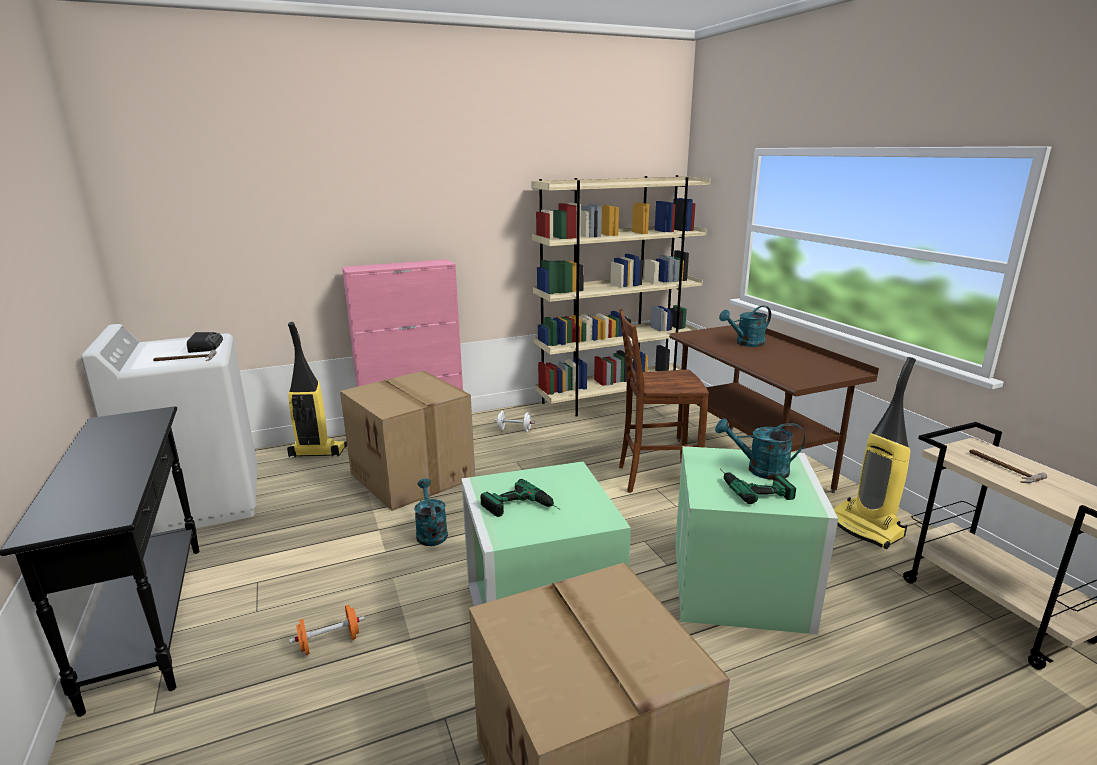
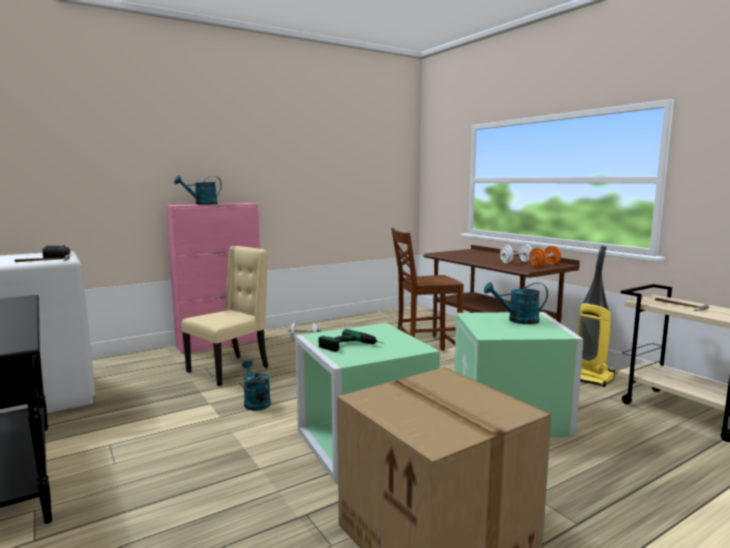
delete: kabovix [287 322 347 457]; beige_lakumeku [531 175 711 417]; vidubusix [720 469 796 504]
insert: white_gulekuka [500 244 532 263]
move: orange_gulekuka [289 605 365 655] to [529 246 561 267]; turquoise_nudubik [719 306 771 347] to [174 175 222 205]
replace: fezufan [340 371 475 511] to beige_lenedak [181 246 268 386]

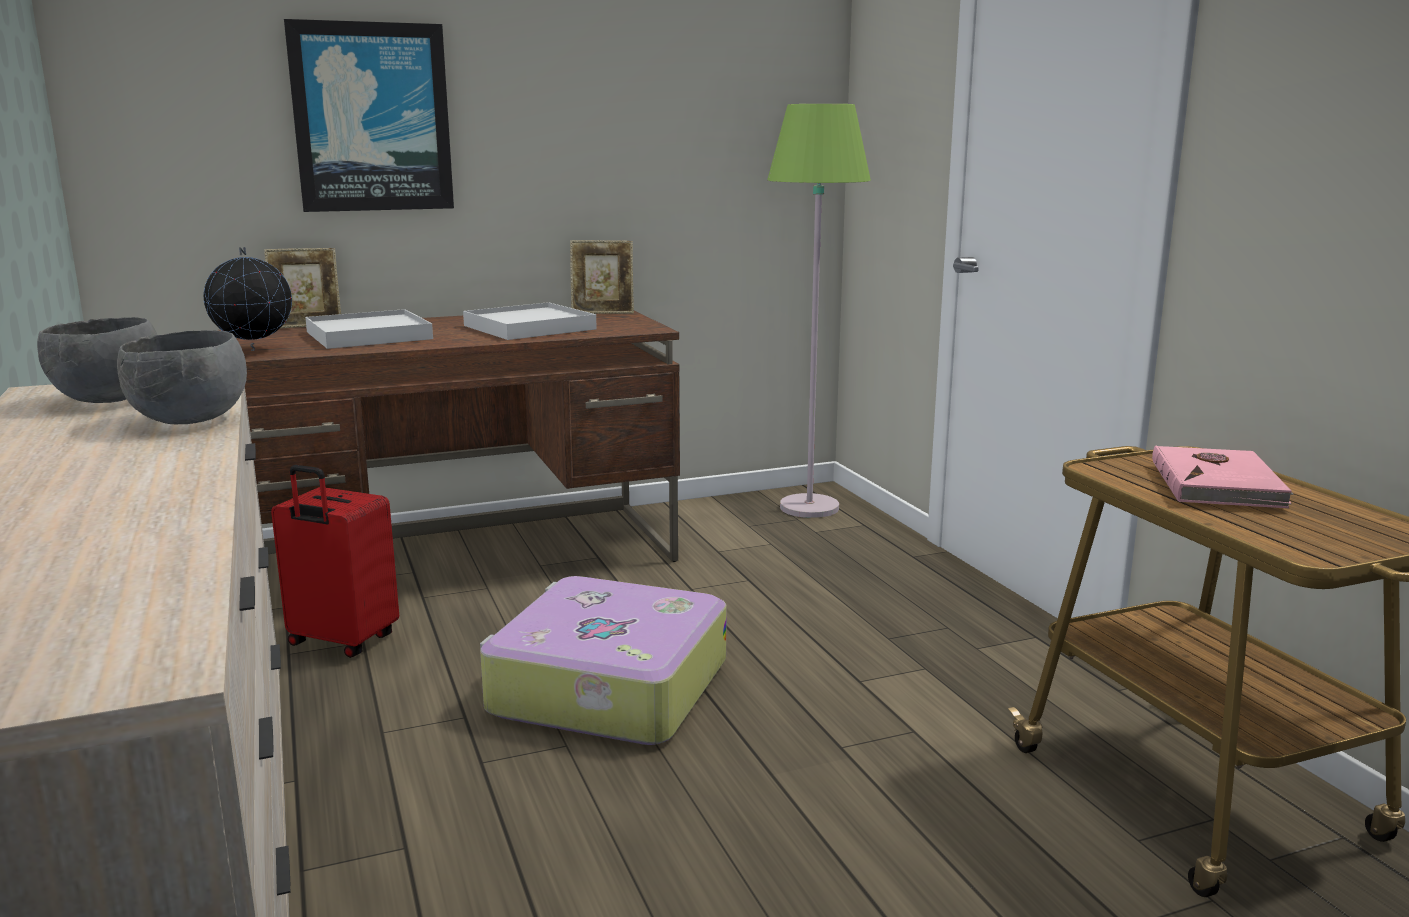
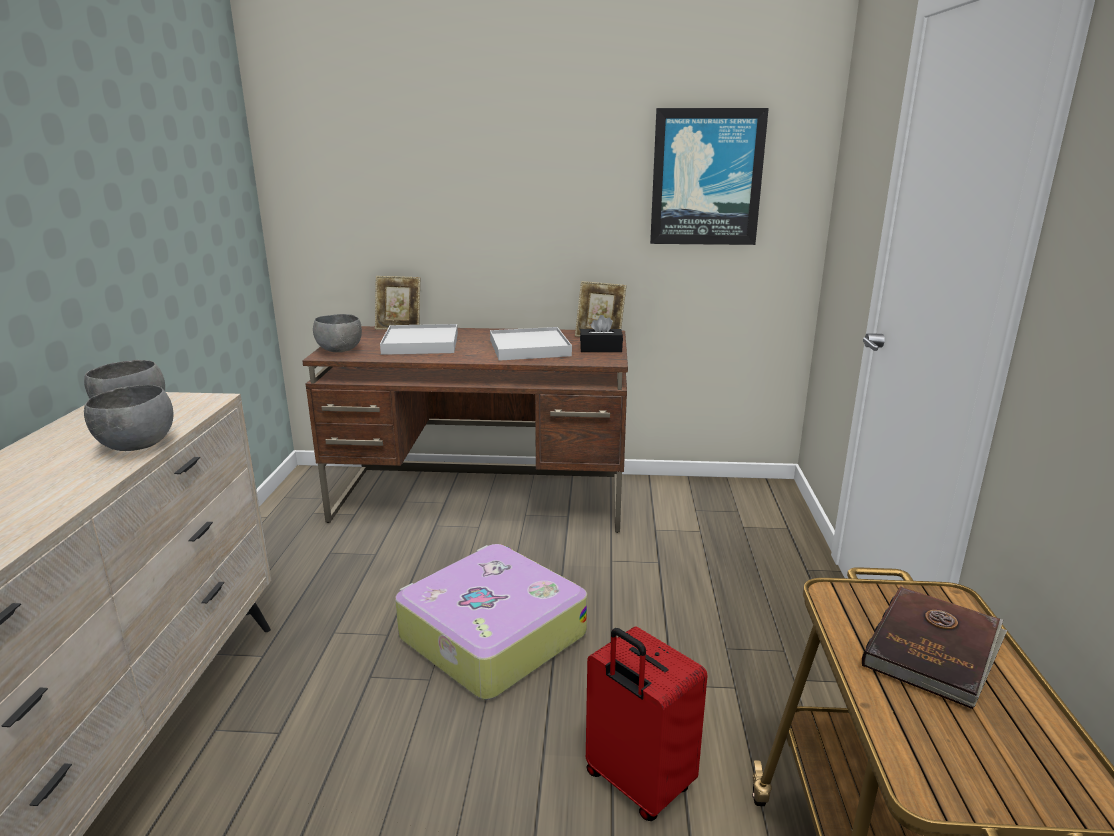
delete: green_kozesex [767 104 871 518]
insert: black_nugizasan [580 315 623 352]
move: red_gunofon [271 465 399 658] to [586 626 708 821]; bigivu [284 19 454 212] to [650 108 769 245]
replace: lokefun [204 247 292 351] to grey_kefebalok [313 314 362 352]
recolor: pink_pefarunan [1152 446 1294 508] to brown_pefarunan [862 586 1007 709]

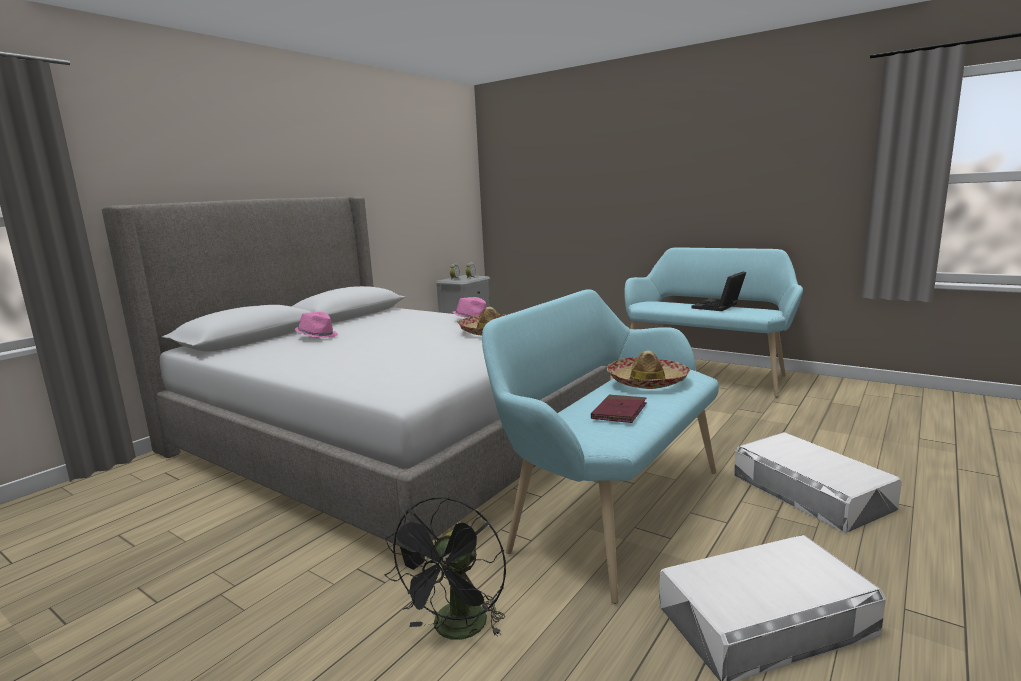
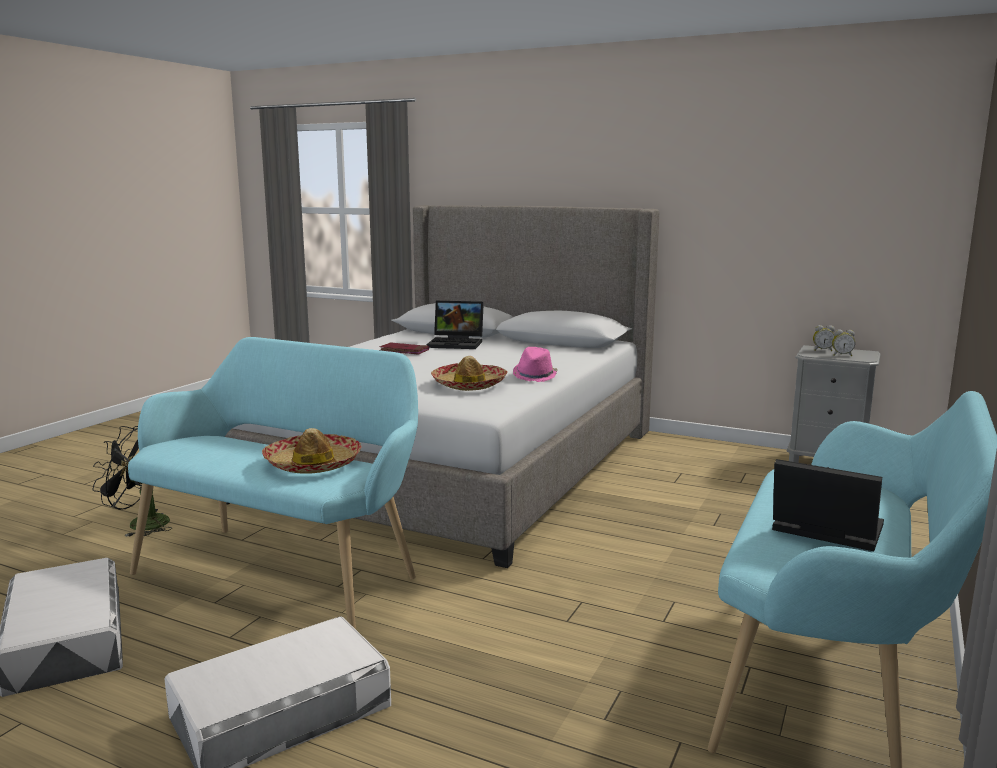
move: red_pefarunan [591 395 647 423] to [379 342 429 355]
replace: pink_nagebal [295 312 338 338] to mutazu [427 301 484 349]

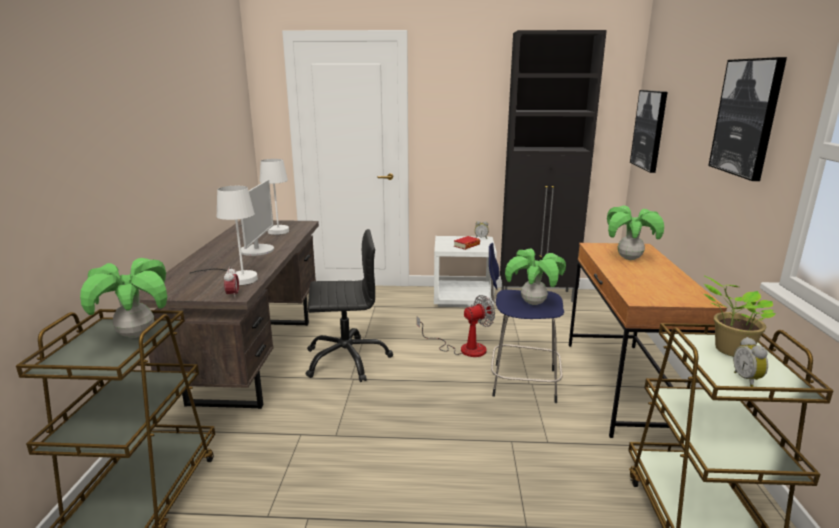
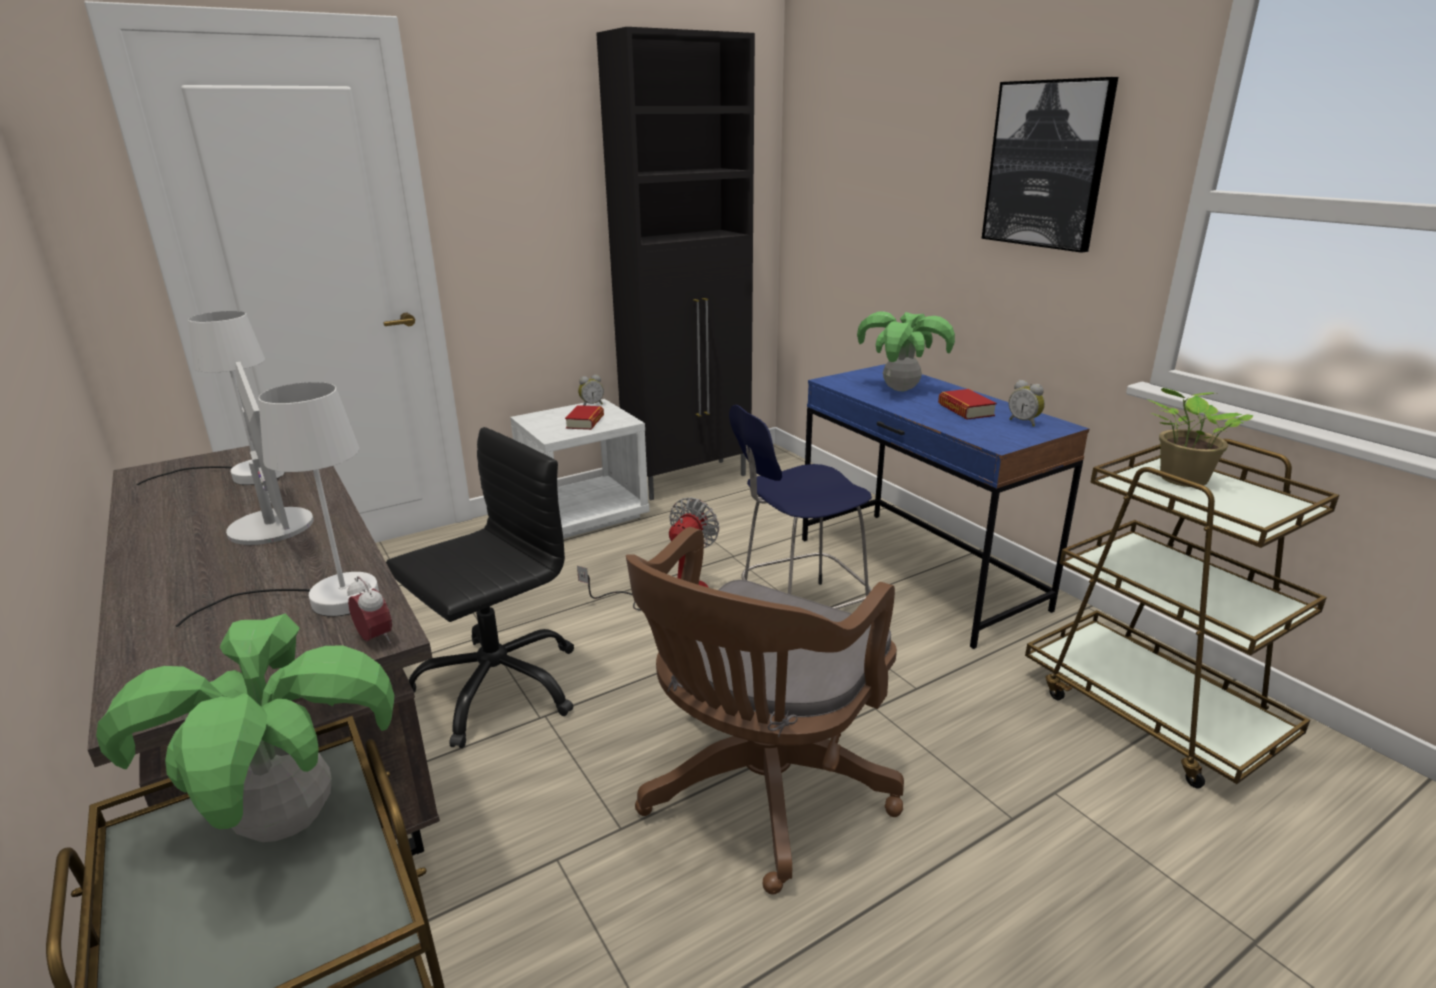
delete: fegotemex [505 248 566 305]; bigivu [630 90 667 173]
insert: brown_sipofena [626 527 904 895]; pefarunan [938 389 997 420]
move: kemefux [733 337 768 387] to [1009 380 1045 427]
recolor: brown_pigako [569 243 727 438] to blue_pigako [802 364 1089 649]

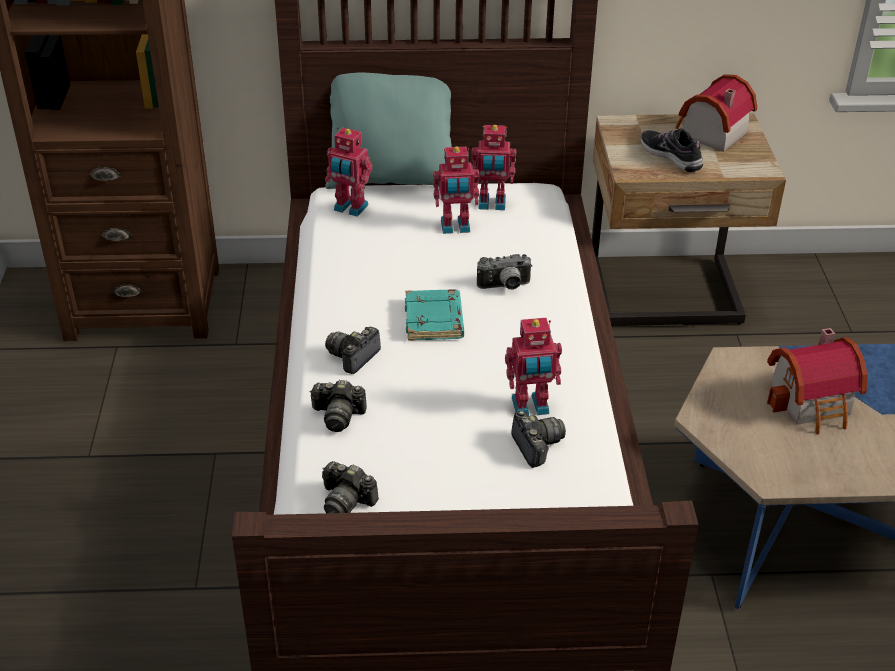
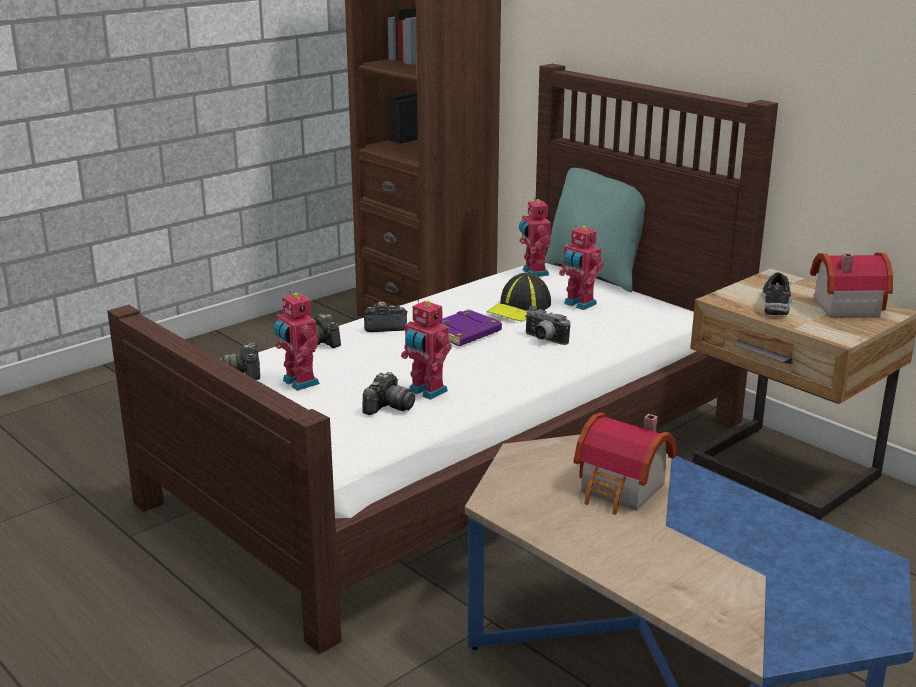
insert: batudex [487 273 551 322]
move: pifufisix [471 125 516 210] to [274 291 320 391]
recolor: turquoise_pefarunan [405 289 464 341] to purple_pefarunan [438 309 502 346]

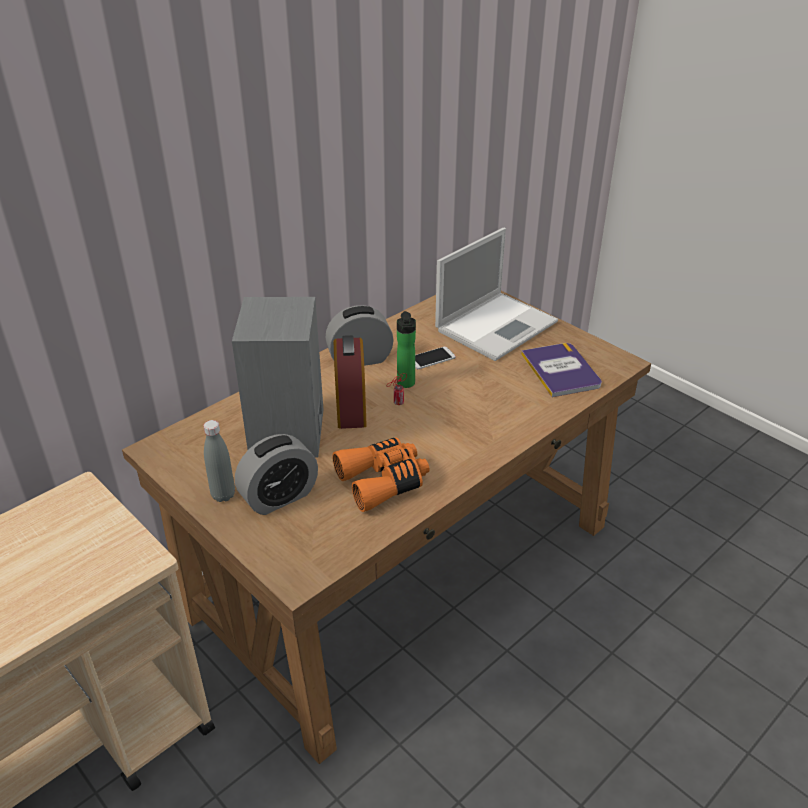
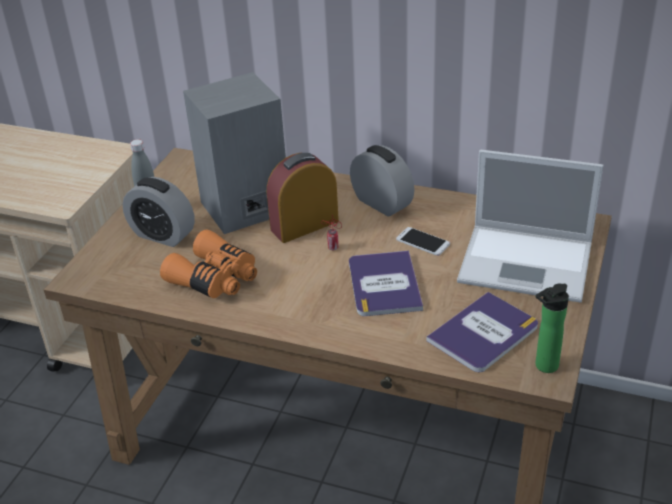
insert: pefarunan [349 250 423 316]
move: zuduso [397 311 416 388] to [535 284 569 373]

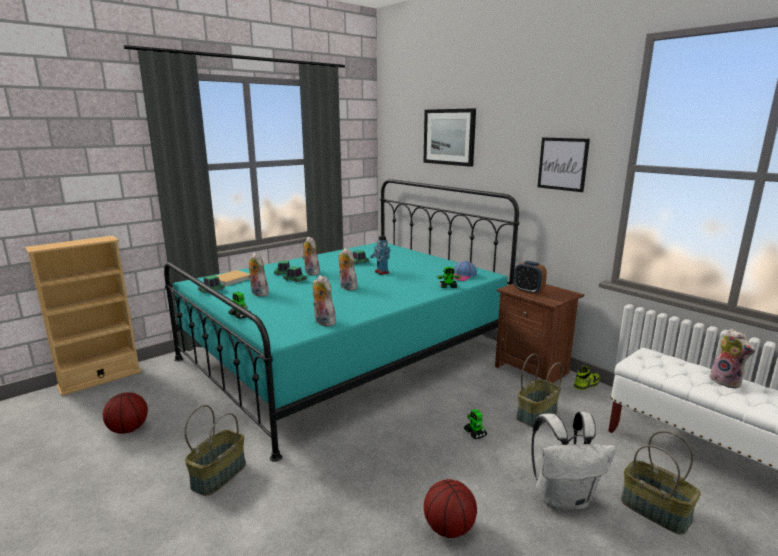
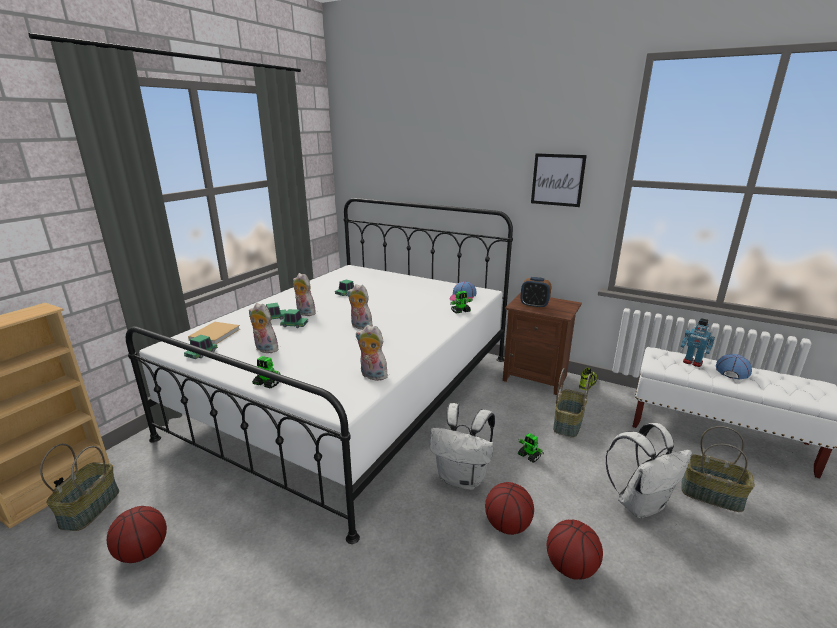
delete: bigivu [423 108 476 167]
insert: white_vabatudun [430 403 495 490]; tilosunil [485 482 534 535]
move: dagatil [184 405 246 496] to [40 444 119 531]; pifufisix [370 236 390 275] to [681 318 715 367]
replace: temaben [709 329 755 388] to batudex [716 354 752 379]
recolor: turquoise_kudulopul [164 179 519 462] to white_kudulopul [126 198 513 544]

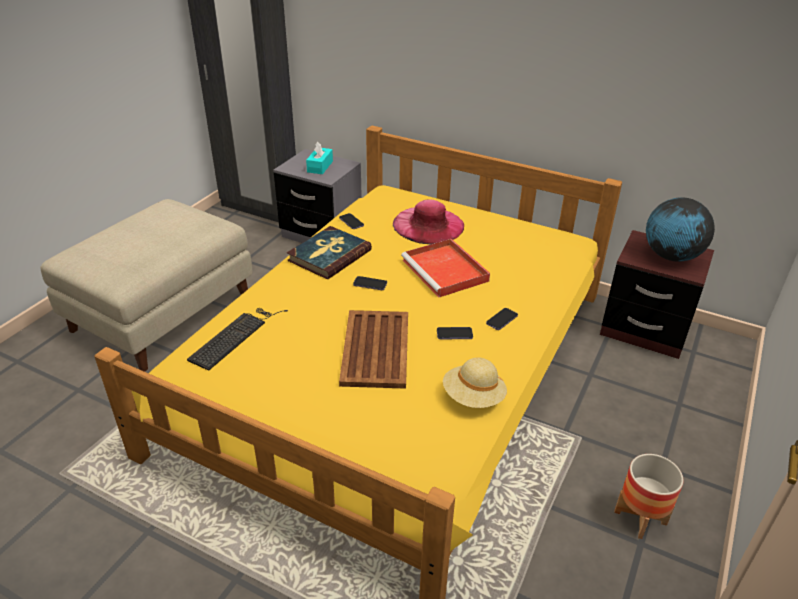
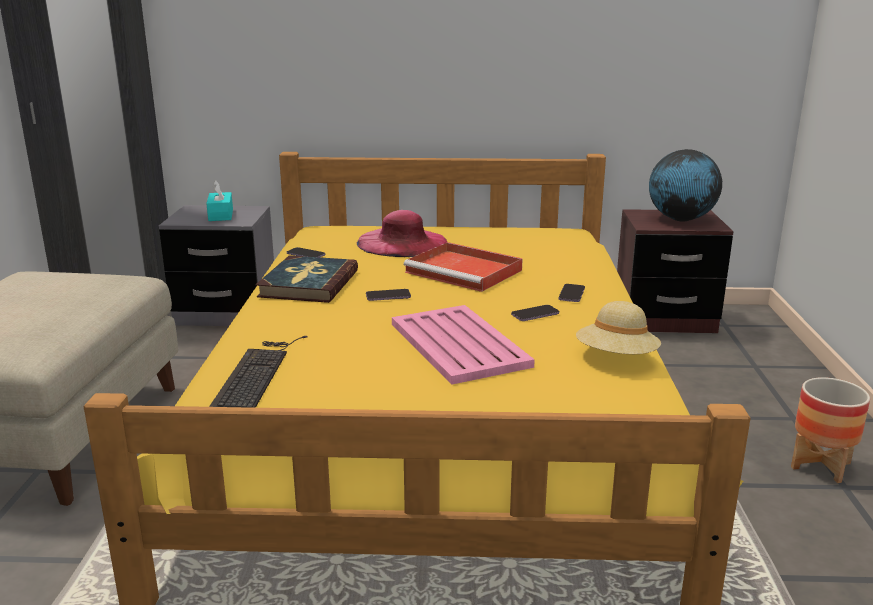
recolor: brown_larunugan [339 310 408 389] to pink_larunugan [392 305 535 385]

